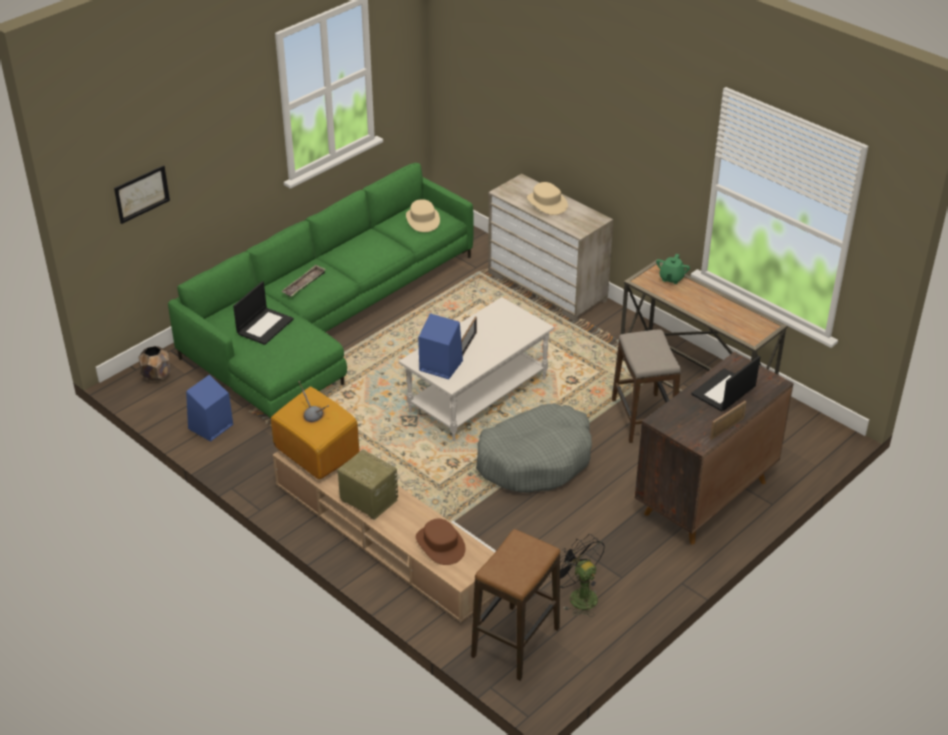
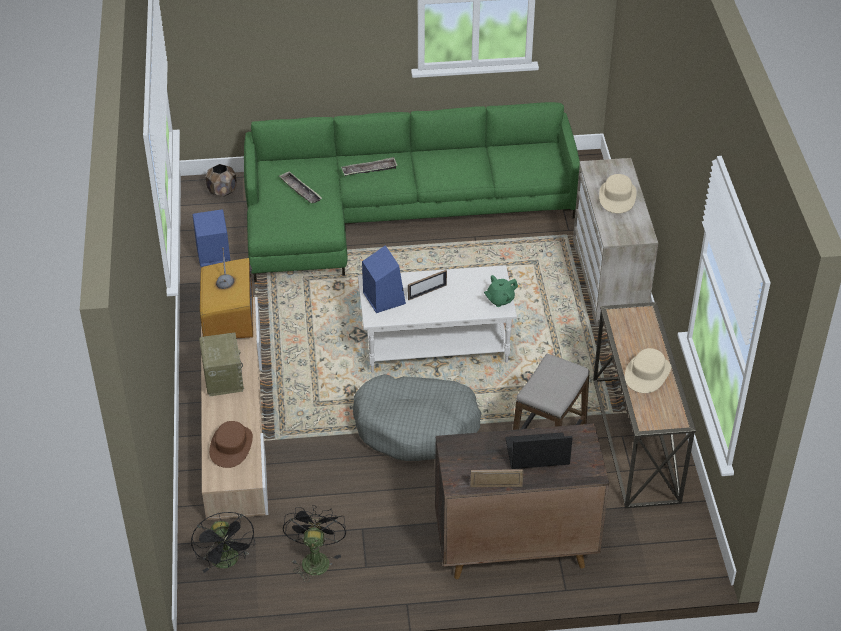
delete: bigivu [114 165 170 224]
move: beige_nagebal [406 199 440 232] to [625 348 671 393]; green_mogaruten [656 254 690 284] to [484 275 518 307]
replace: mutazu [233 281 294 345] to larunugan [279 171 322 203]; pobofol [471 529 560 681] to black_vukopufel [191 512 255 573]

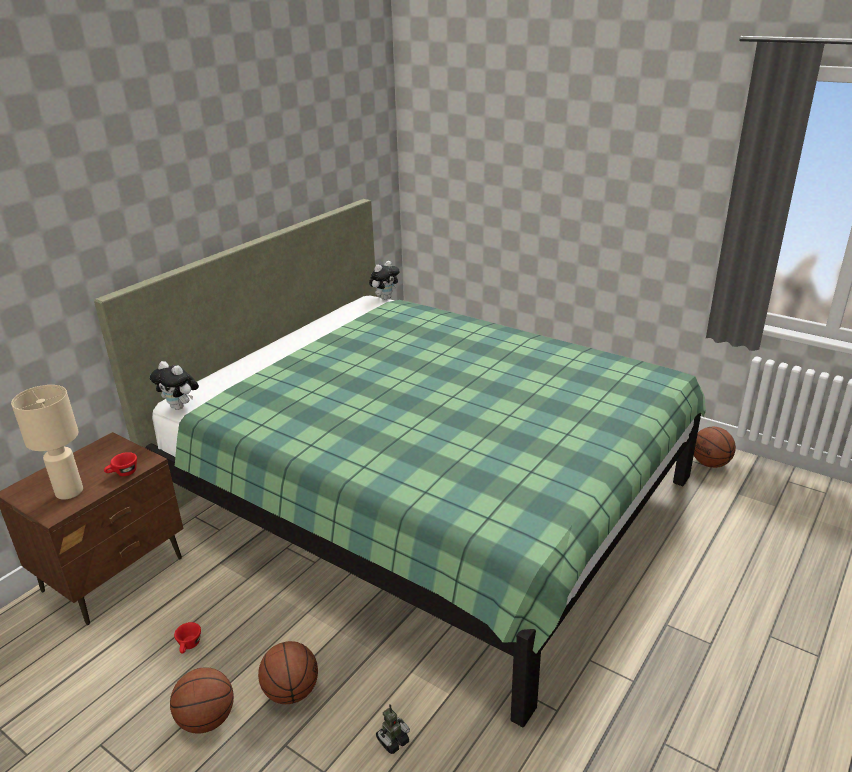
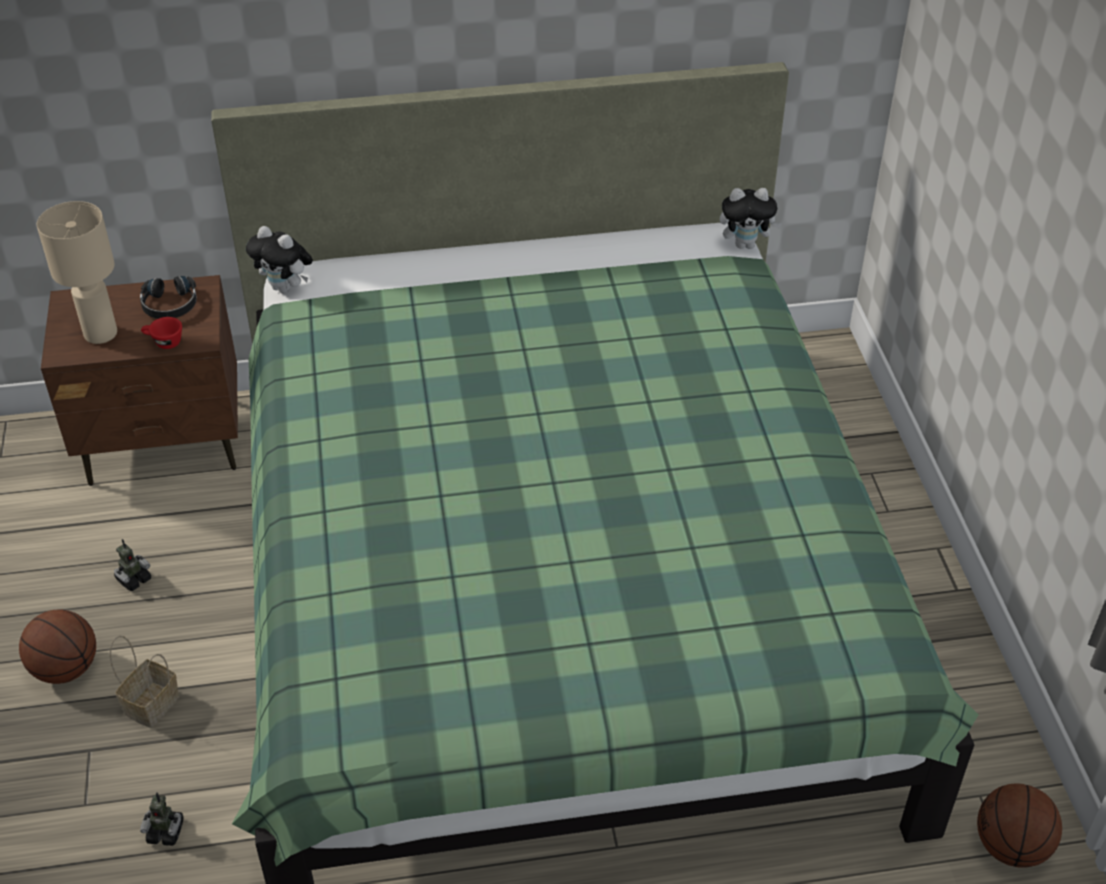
insert: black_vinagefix [140 276 196 319]
replace: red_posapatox [174 622 201 653] to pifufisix [114 539 151 591]; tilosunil [258 641 318 704] to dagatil [110 636 180 728]
rotate: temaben [150 361 199 410] = [246 226 313 293] 45 degrees counterclockwise

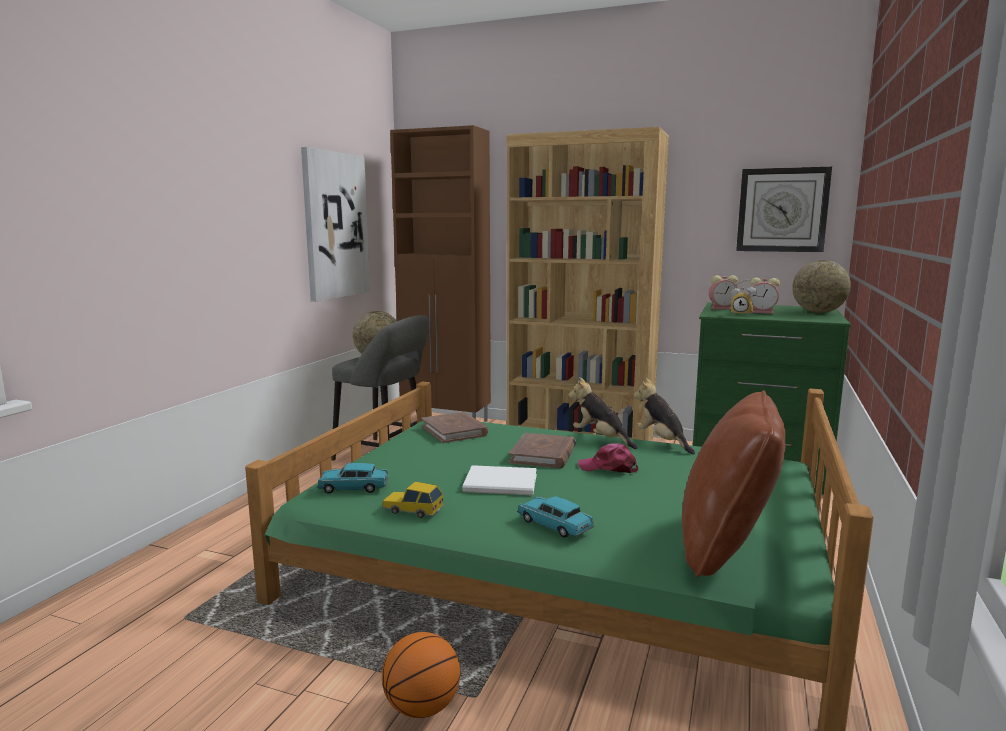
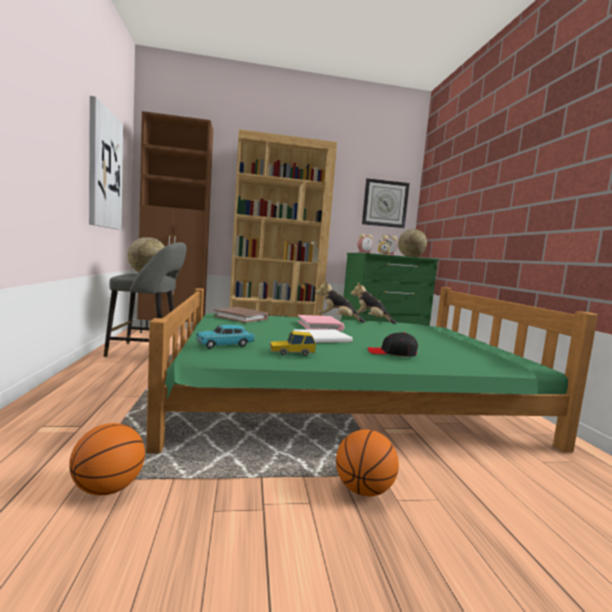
delete: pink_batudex [578 443 638 473]; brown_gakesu [682 390 785 577]
insert: tilosunil [69 423 145 495]
replace: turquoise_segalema [517 496 594 538] to black_batudex [368 332 418 357]
recolor: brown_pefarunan [509 433 576 468] to pink_pefarunan [298 315 345 331]

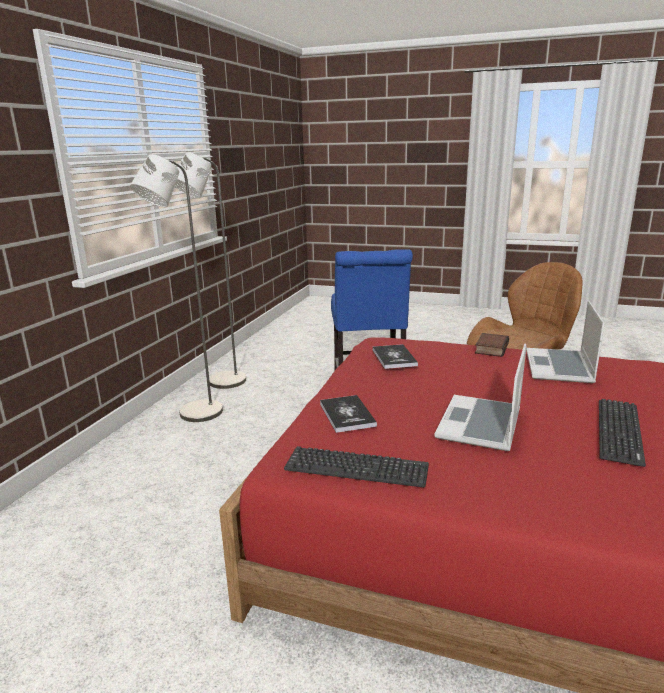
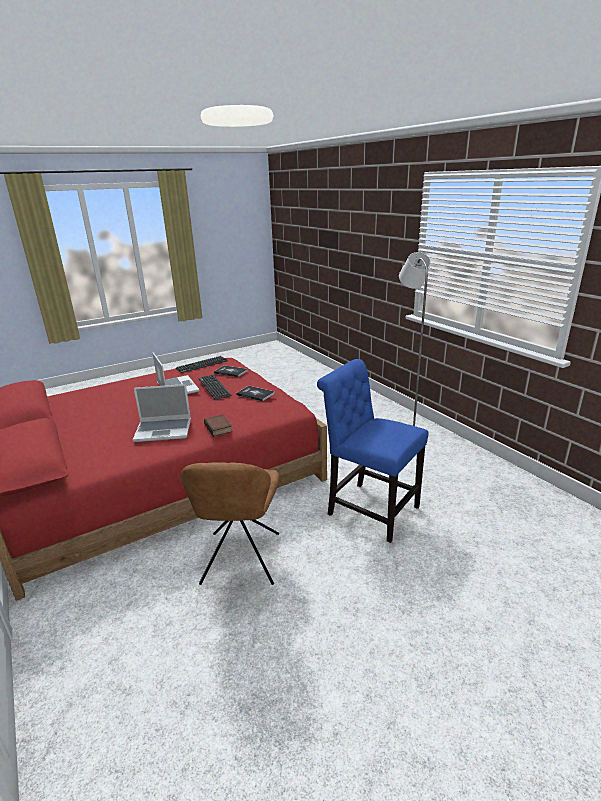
delete: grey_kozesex [175 152 246 389]
move: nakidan [599 399 646 467] to [199 375 232 400]
rotate: mutazu [526 301 605 383] = [133 384 191 442] 120 degrees clockwise

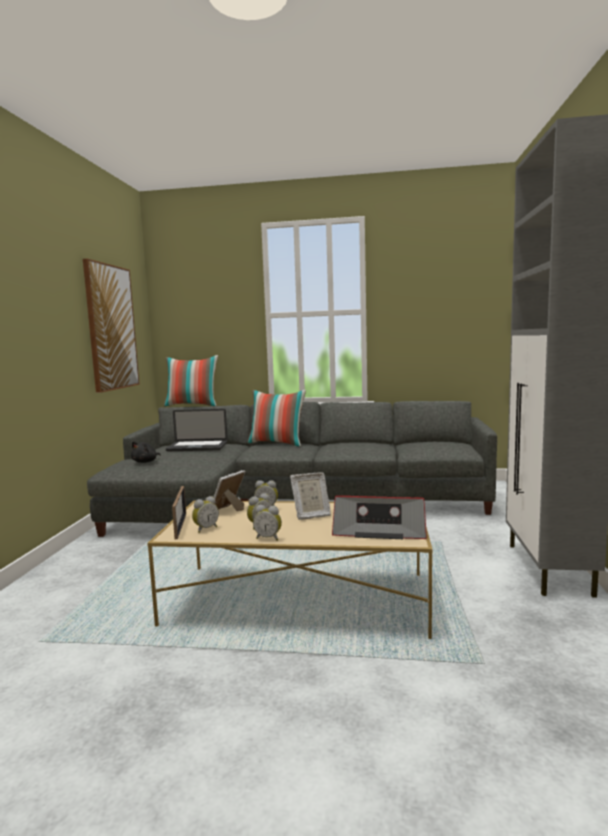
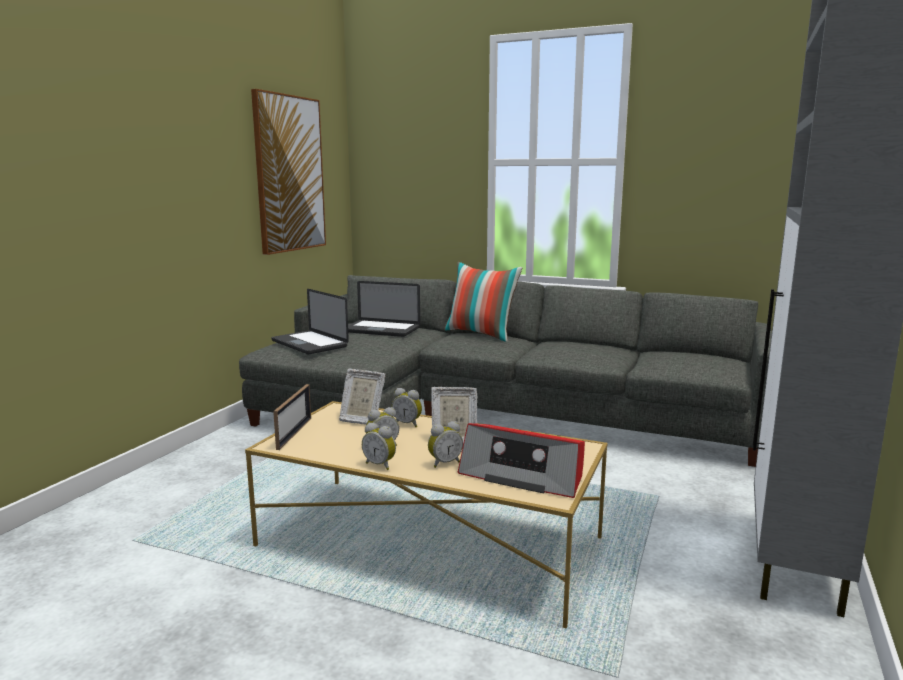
delete: gakesu [164 355 218 407]
move: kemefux [192 496 219 533] to [428 421 463 468]
replace: black_temaben [131 441 161 463] to mutazu [271 289 349 354]
rotate: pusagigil [211 470 246 511] = [339 369 385 425] 120 degrees counterclockwise

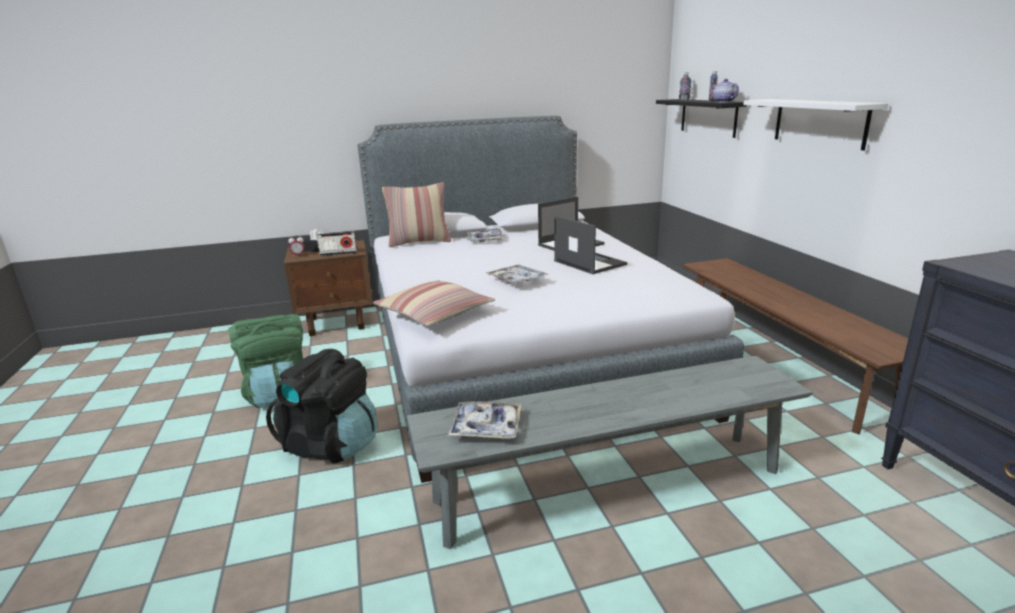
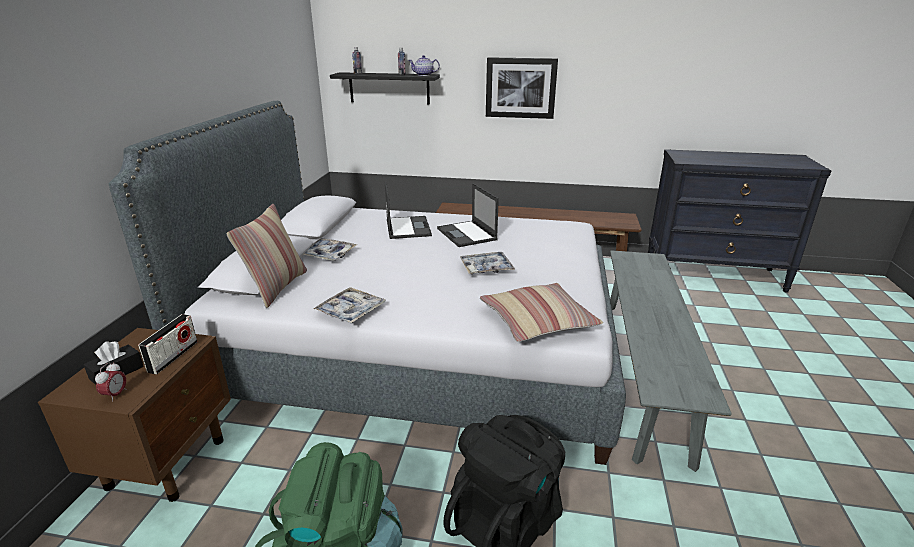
move: larunugan [448 402 521 439] to [314 287 386 323]
replace: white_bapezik [743 99 888 150] to bigivu [486 57 558 119]
rotate: mutazu [554 216 627 274] = [437 183 499 247] 105 degrees counterclockwise

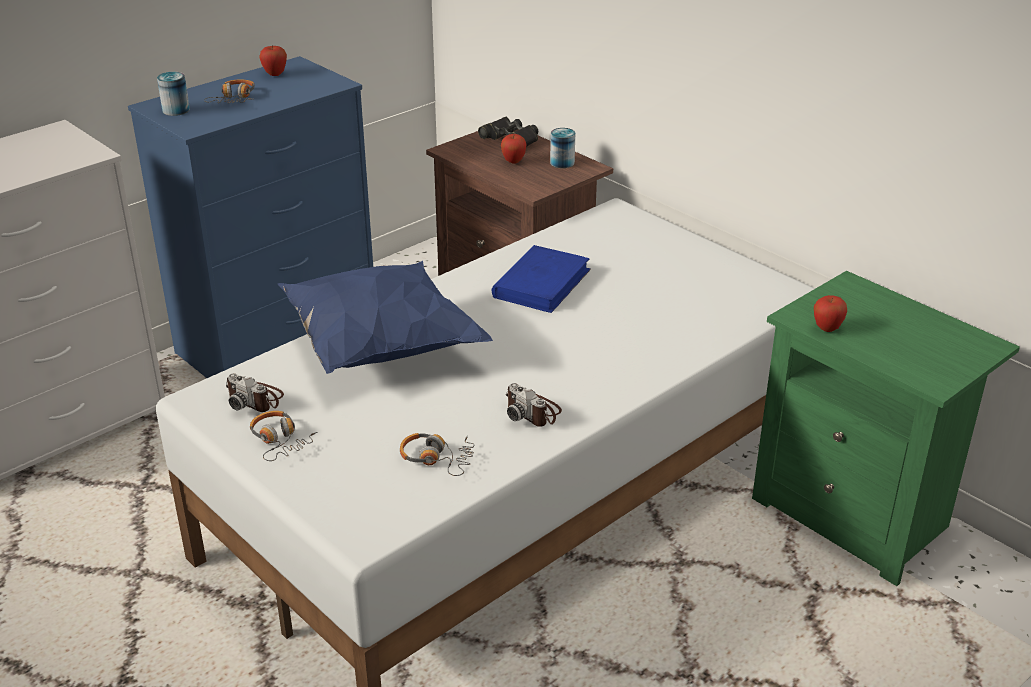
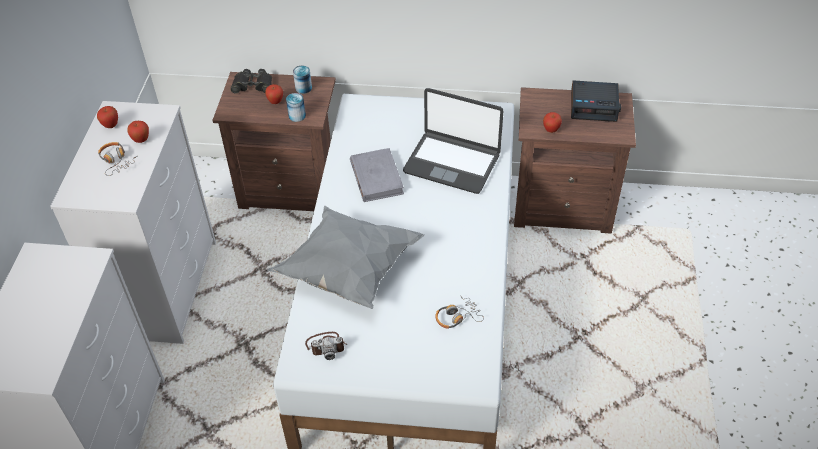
delete: vinagefix [250 411 318 461]; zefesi [506 383 562 427]
insert: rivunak [127 121 149 143]; mutazu [403 88 503 194]; kemefux [571 80 621 122]
move: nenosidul [157 72 190 116] to [286 93 306 122]
recolor: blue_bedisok [128 56 373 378] to white_bedisok [50 101 216 344]; blue_gakesu [278 261 493 374] to grey_gakesu [267 205 424 309]; blue_pefarunan [492 245 591 313] to grey_pefarunan [350 148 404 202]; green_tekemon [752 271 1020 586] to brown_tekemon [514 87 636 234]

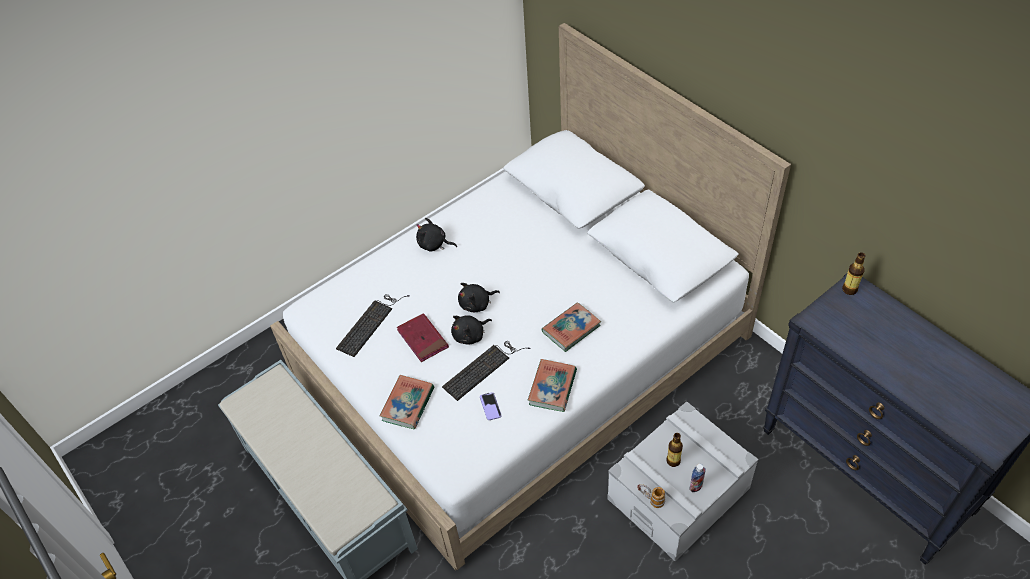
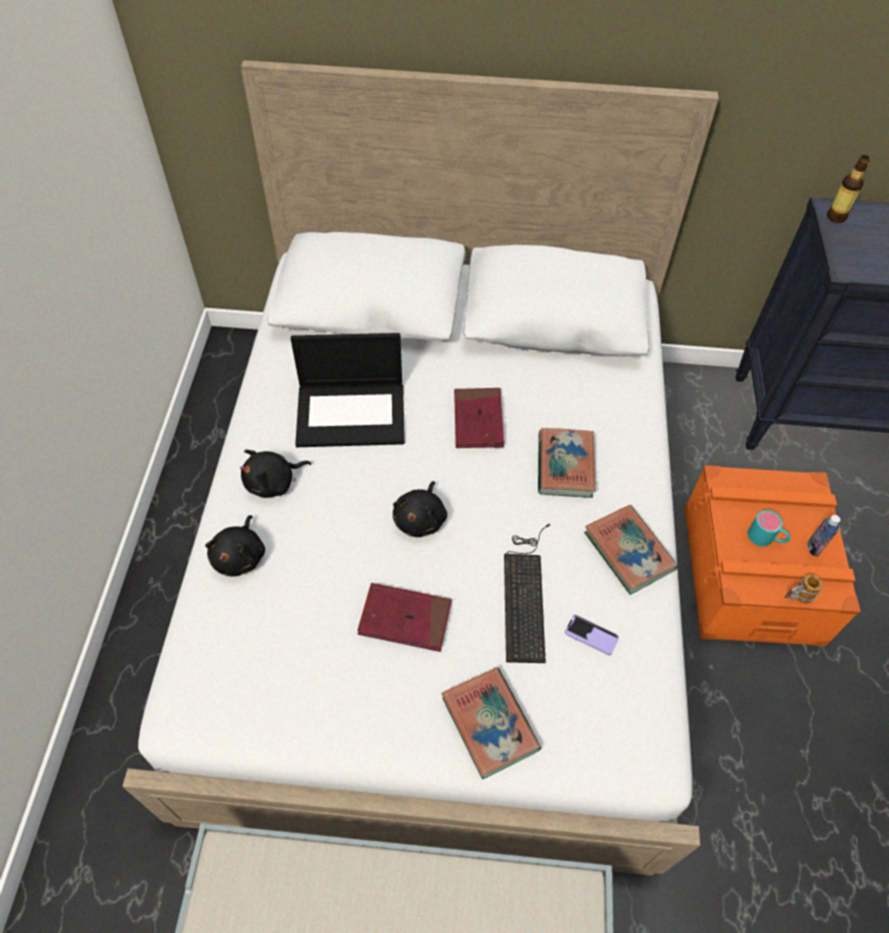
delete: nakidan [336 294 410 357]
insert: mutazu [291 333 405 447]; red_pefarunan [454 388 504 448]
move: black_temaben [451 315 492 345] to [205 515 265 576]
replace: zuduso [666 433 683 467] to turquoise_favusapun [748 510 790 547]
recolor: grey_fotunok [607 401 758 561] to orange_fotunok [684 465 861 646]

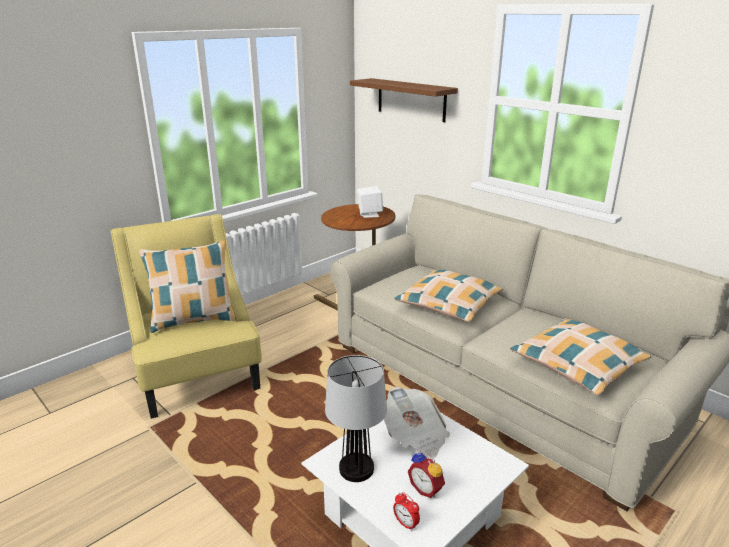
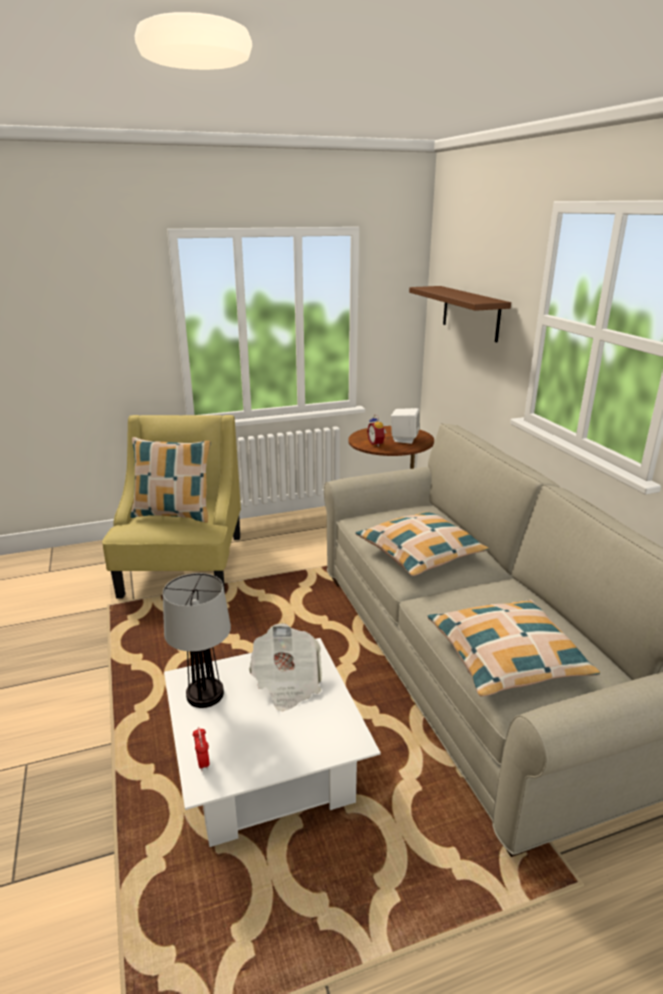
move: kemefux [408 451 445 498] to [367 415 386 447]

